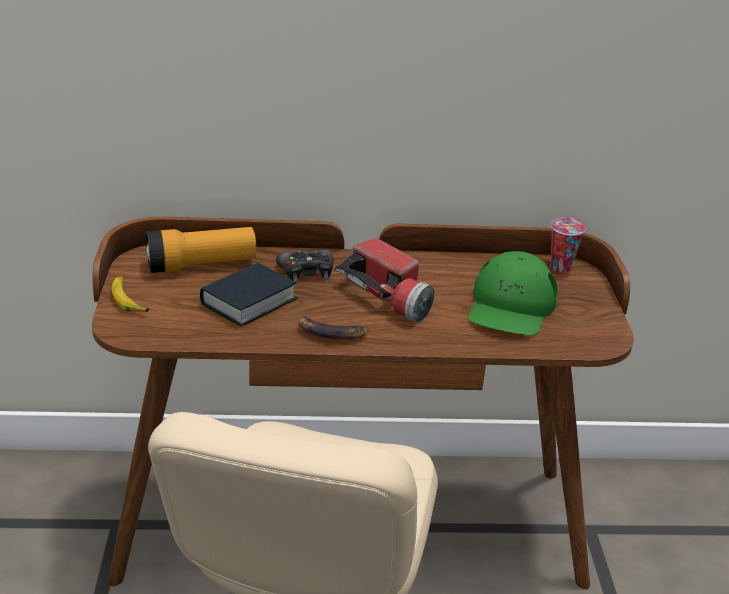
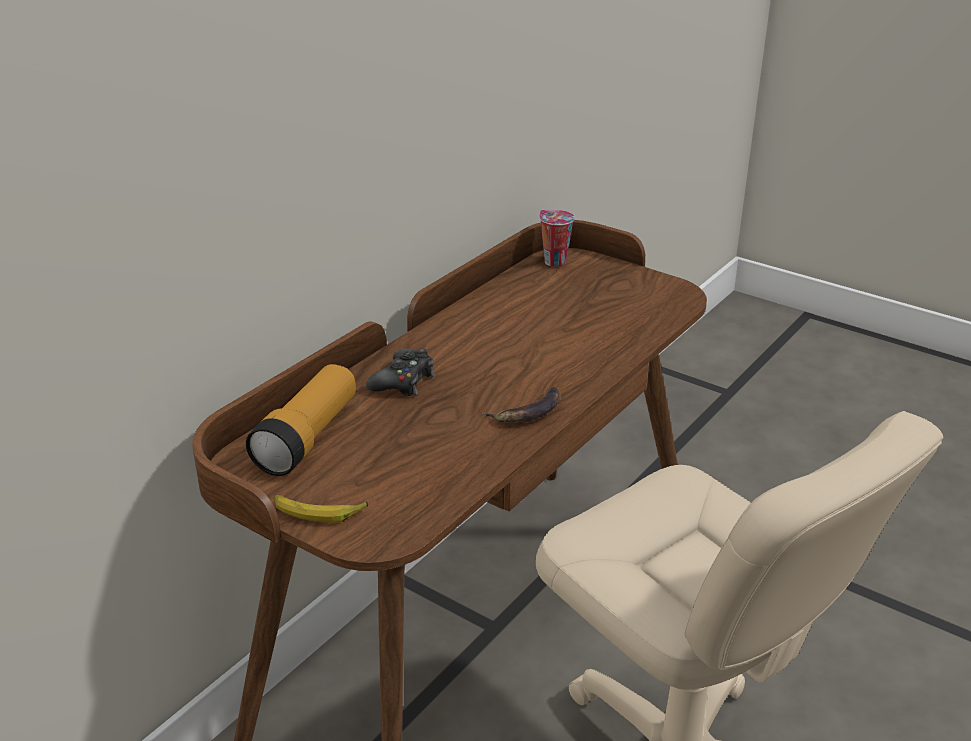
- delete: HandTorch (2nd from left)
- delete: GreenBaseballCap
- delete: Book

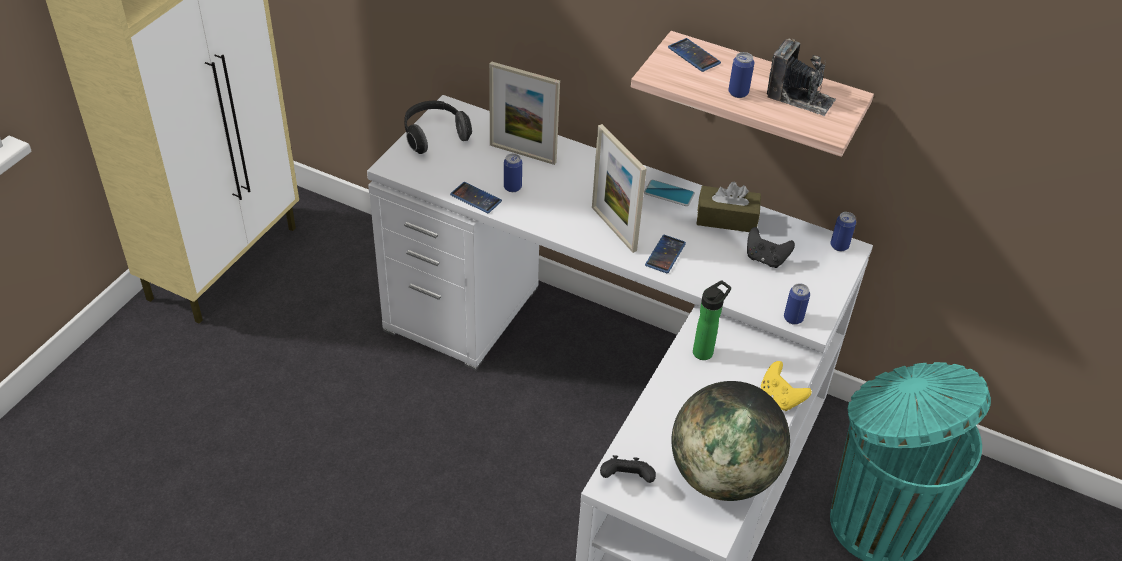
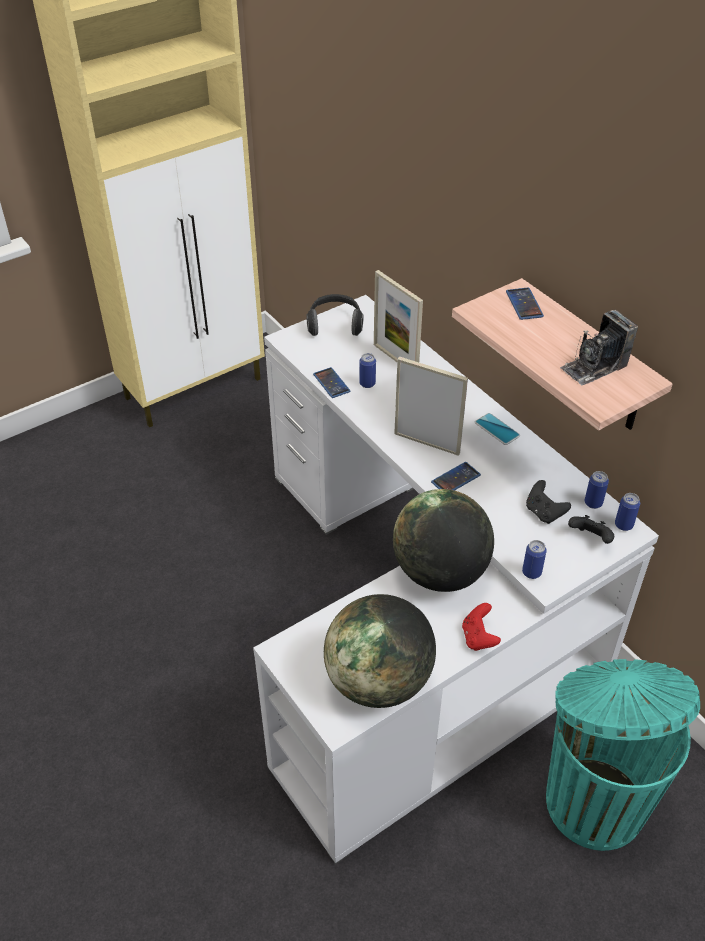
- rotate: PhotoCamera 90 degrees clockwise
- move: Can (2nd from left in the first image) to Can (3rd from left)
- rotate: StandingFrame (2nd from left) 120 degrees clockwise
- delete: BrownColouredTissueBox
- replace: BeverageBottle to DeskGlobe (2nd from left)
- recolor: YellowishJoypad to RedJoypad
- move: BlackishJoypad (1st from left in the first image) to BlackishJoypad (2nd from left)

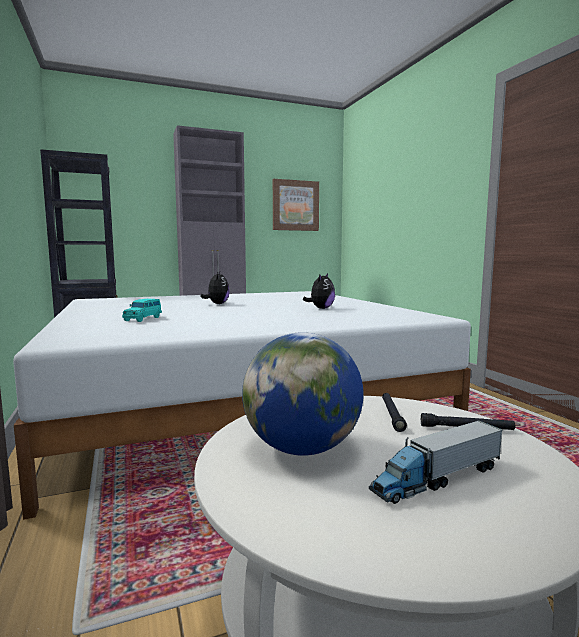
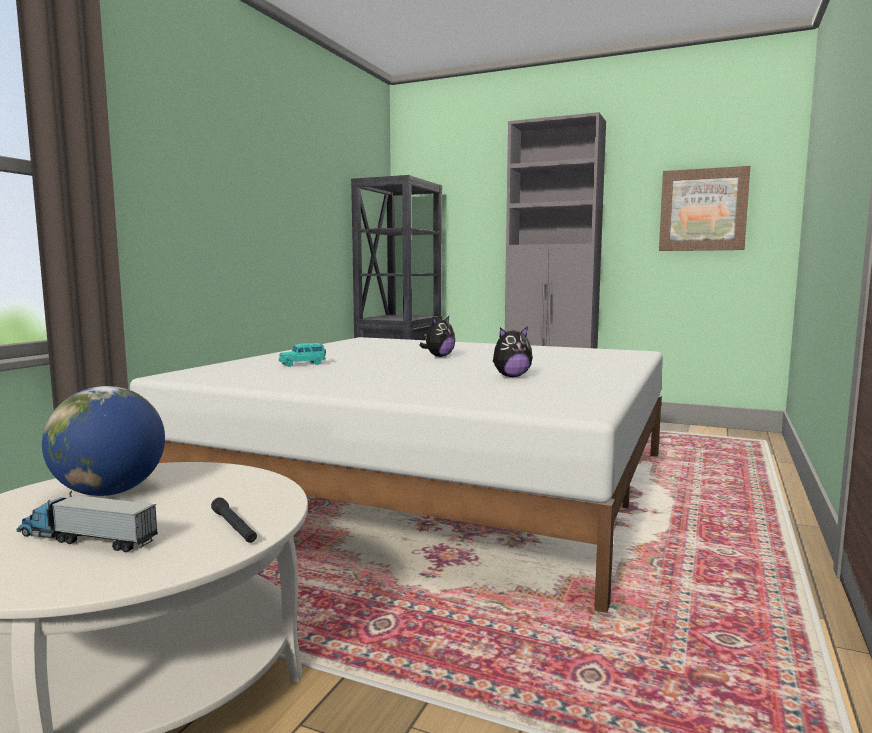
- delete: BlackishHandTorch (1st from left)

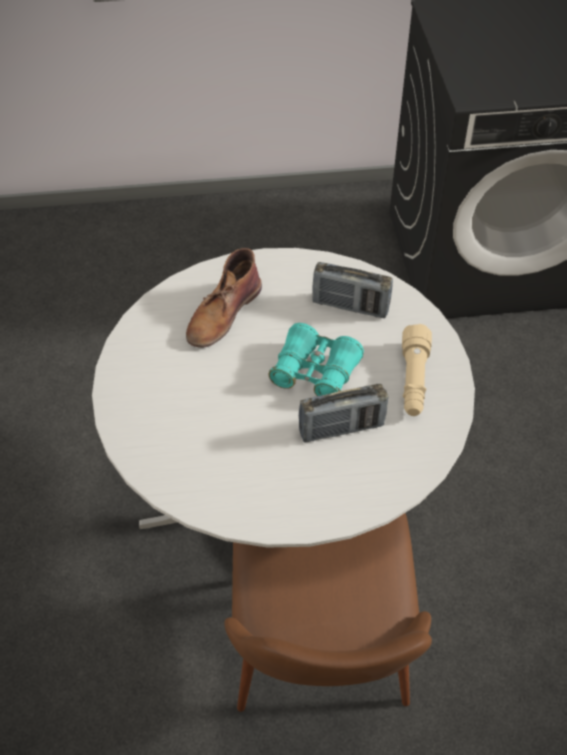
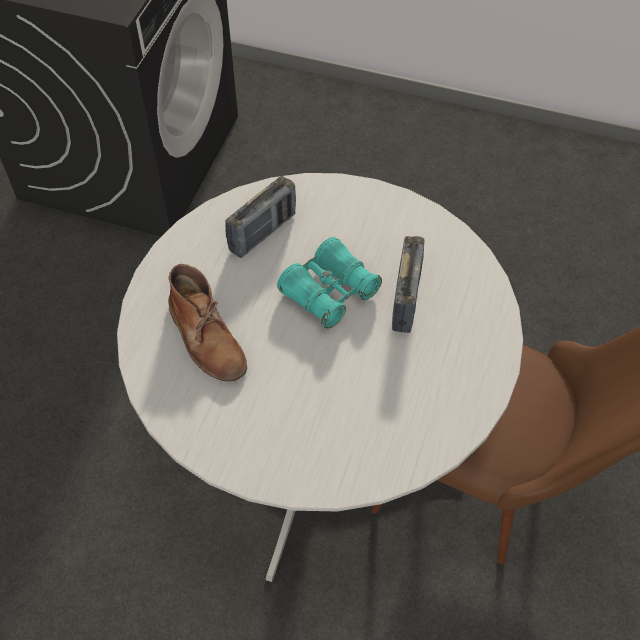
- delete: BeigeHandTorch

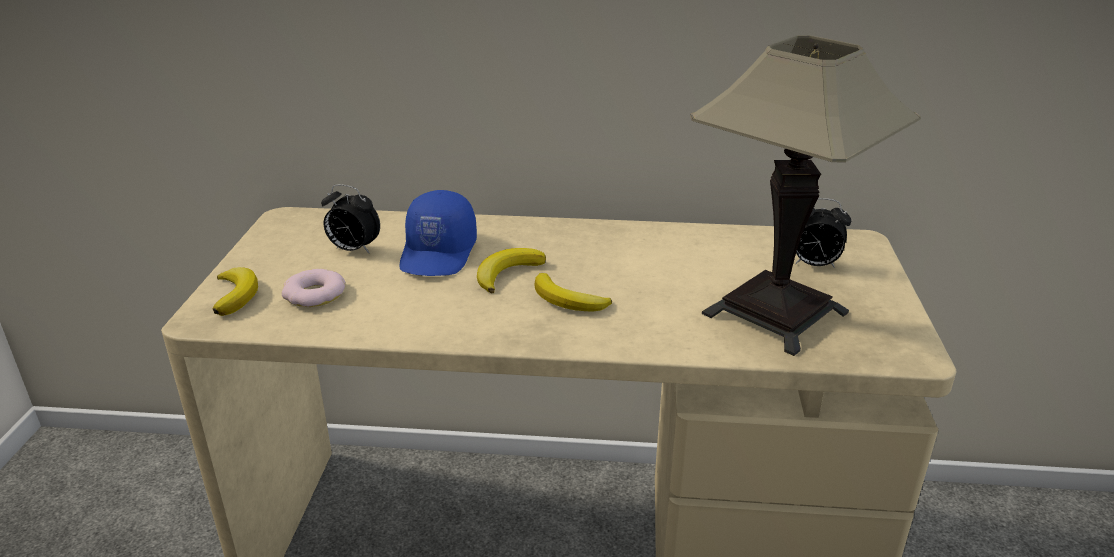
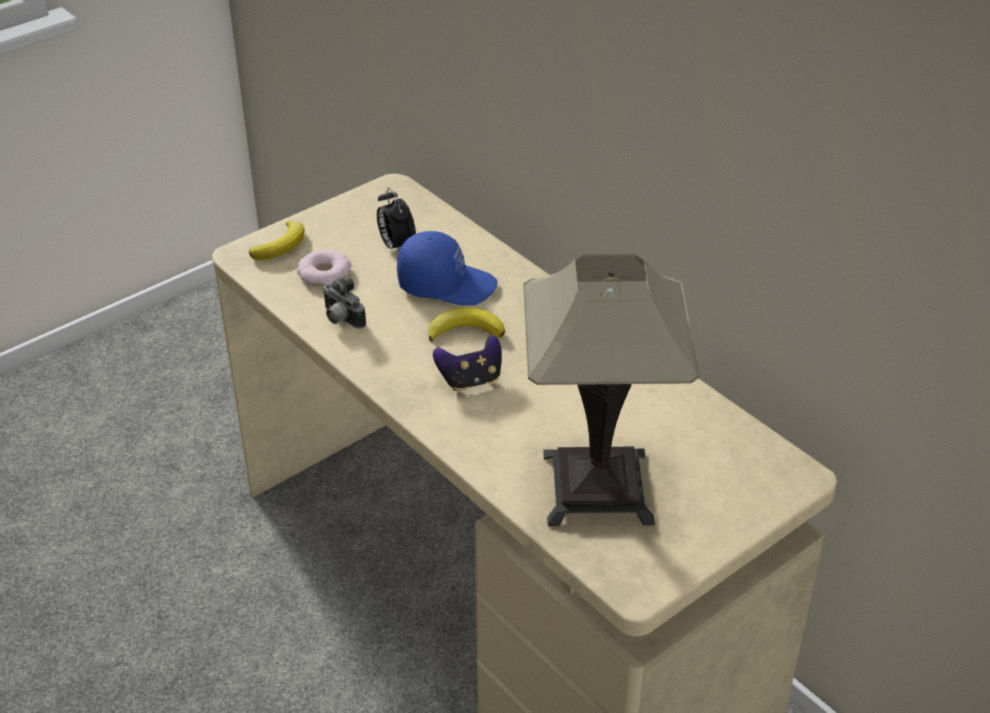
- rotate: BluishBaseballCap 135 degrees counterclockwise
- delete: TableClock (2nd from left)
- replace: WholeBanana (3rd from left) to Joypad
- insert: PhotoCamera

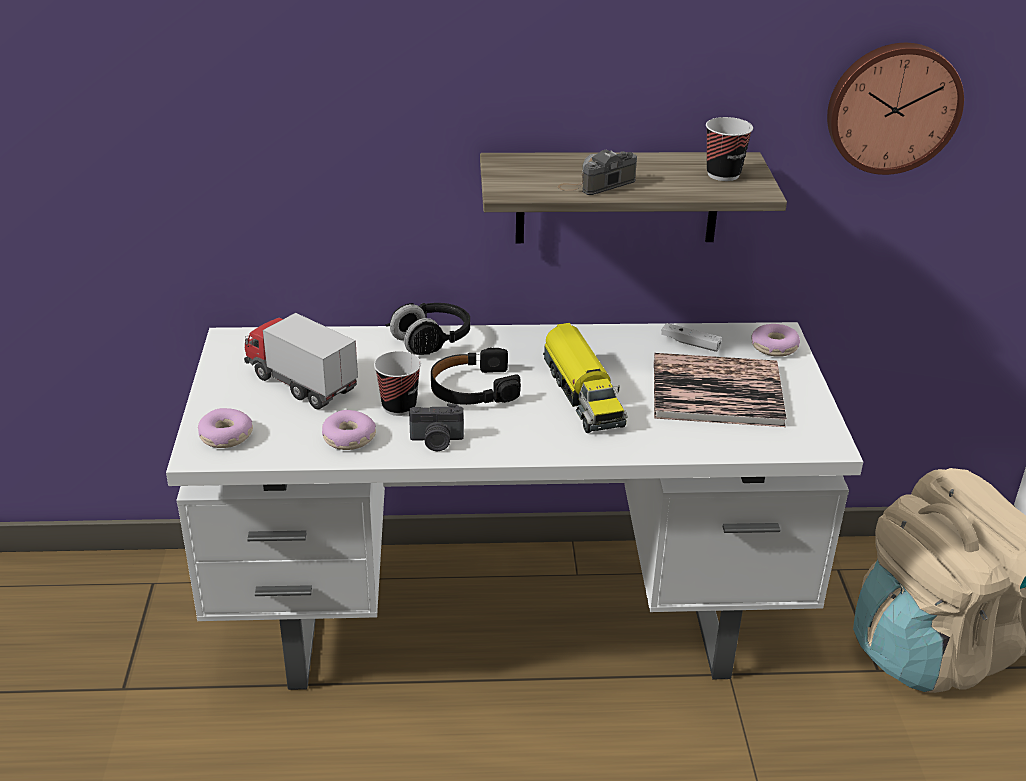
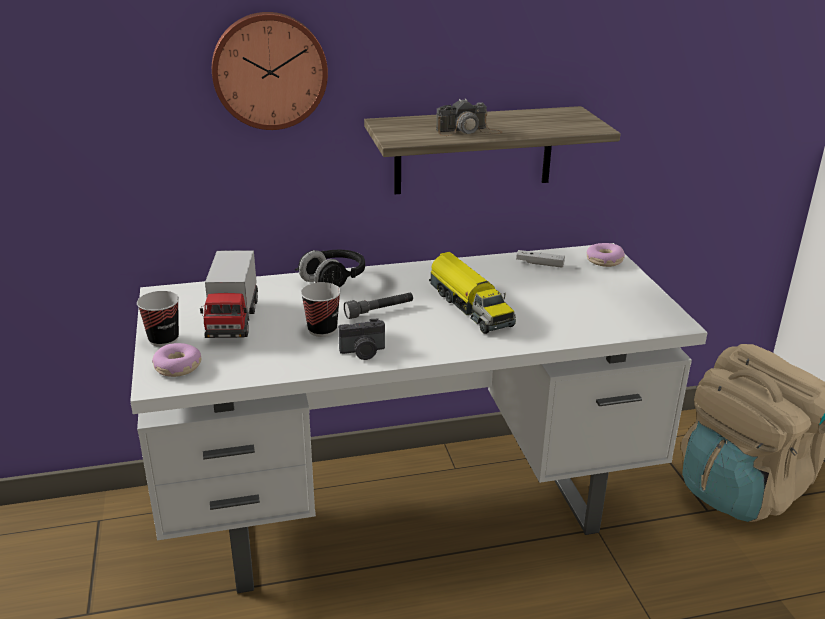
- move: ClockOnTheWall
- move: Cup (2nd from left in the first image) to Cup (1st from left)
- rotate: PhotoCamera (2nd from left) 150 degrees counterclockwise
- rotate: ToyLorry (1st from left) 120 degrees counterclockwise
- replace: BlackishHeadset (2nd from left) to GreyHandTorch
- delete: Book
- delete: RingDoughnut (2nd from left)

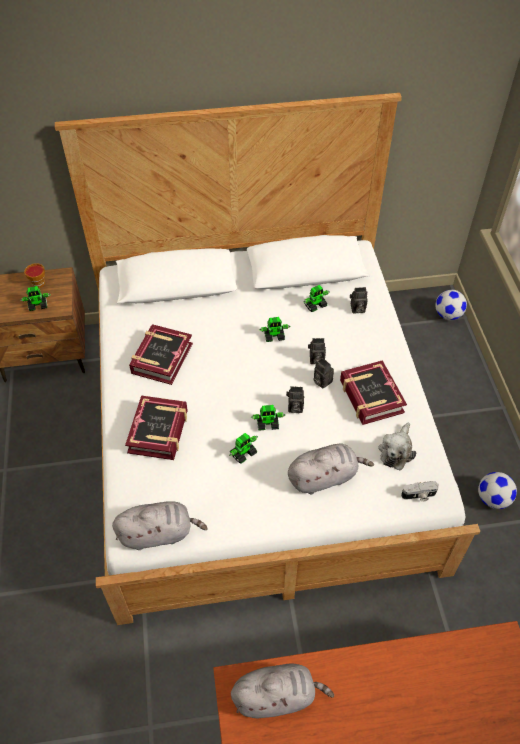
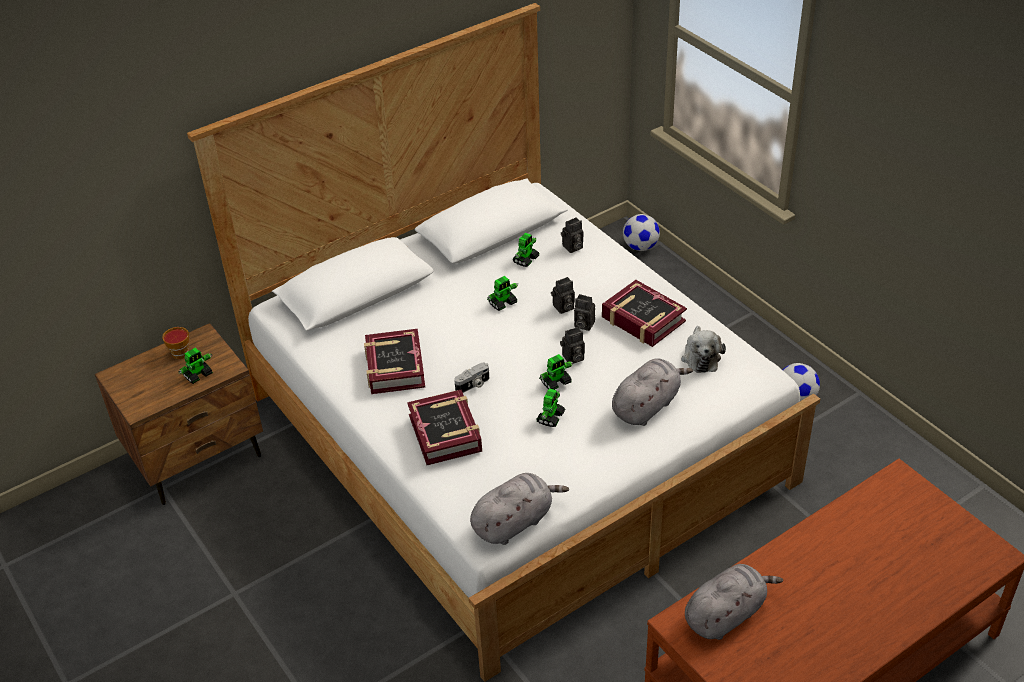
- move: PhotoCamera (5th from left in the first image) to PhotoCamera (1st from left)

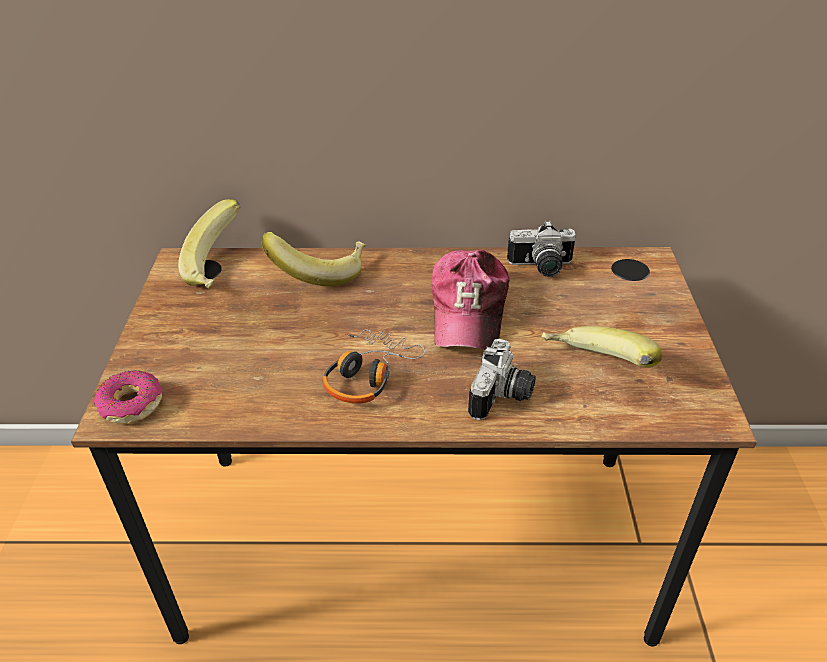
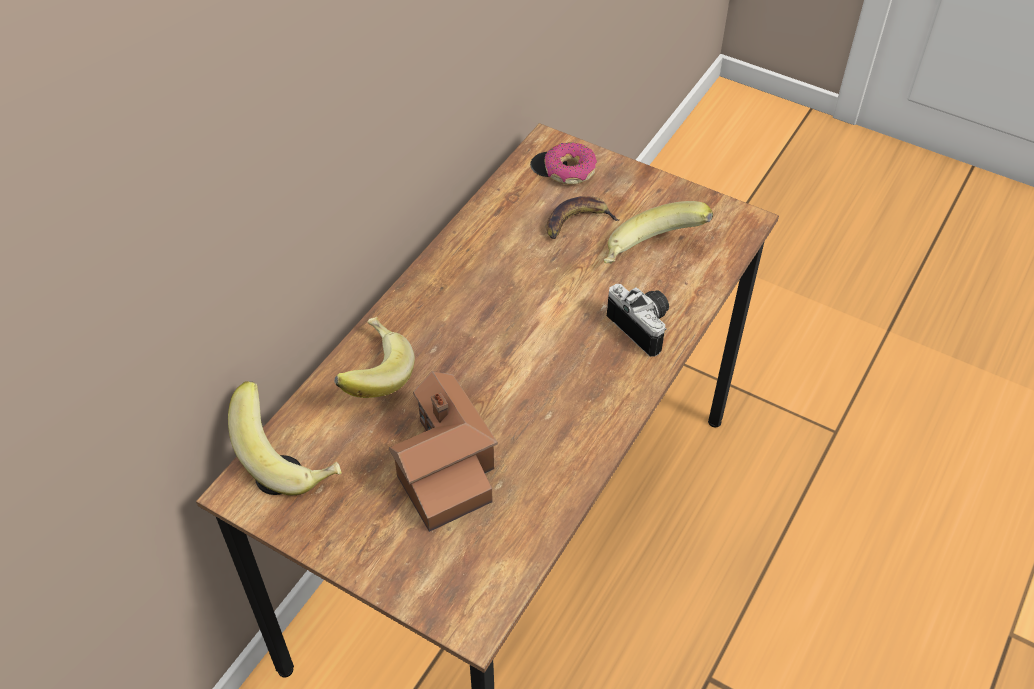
- delete: PhotoCamera (2nd from left)
- delete: BaseballCap
- delete: Headset
- move: RingDoughnut
- insert: WholeBanana (3rd from left)
- insert: ModelHouse

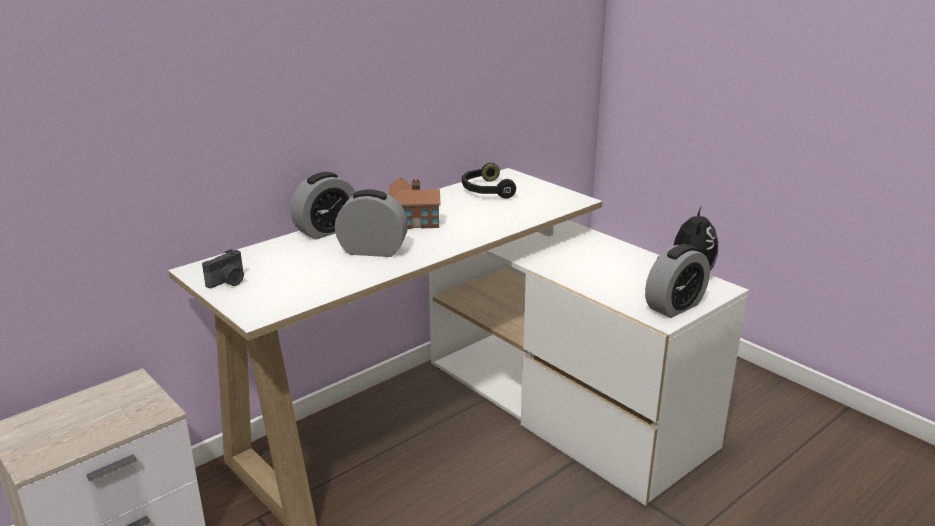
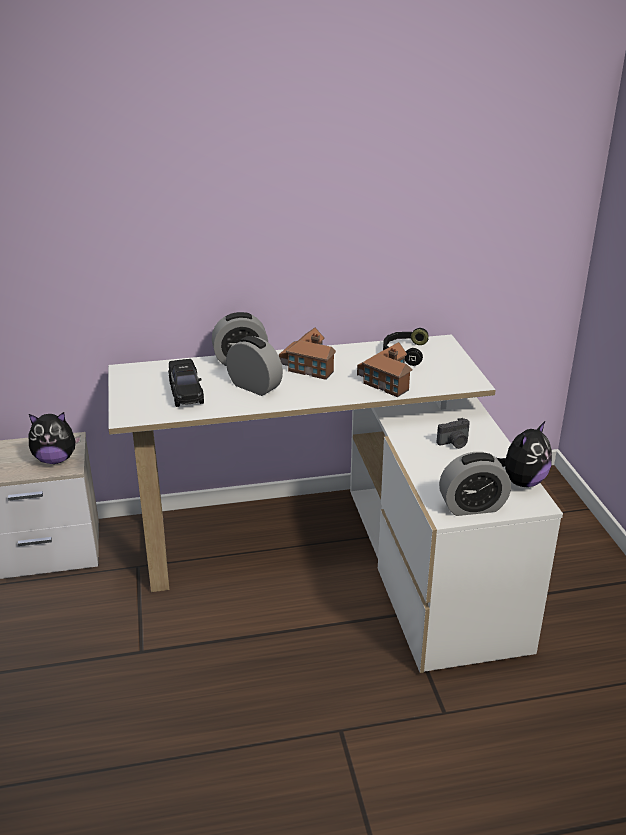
- move: PhotoCamera
- insert: ModelHouse (2nd from left)
- insert: BlackishToyCar
- insert: PlushToy (1st from left)

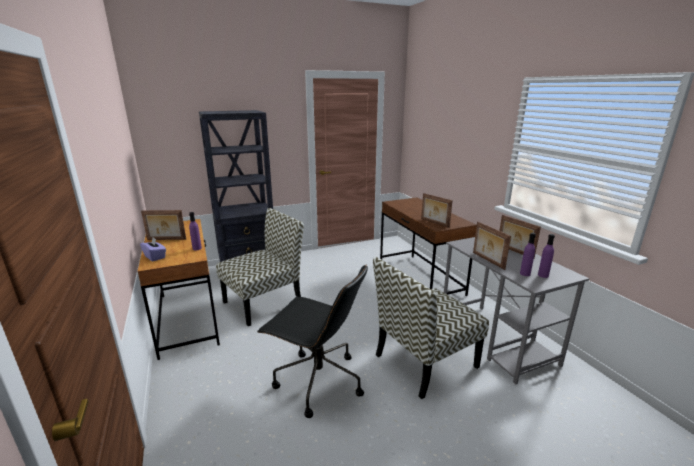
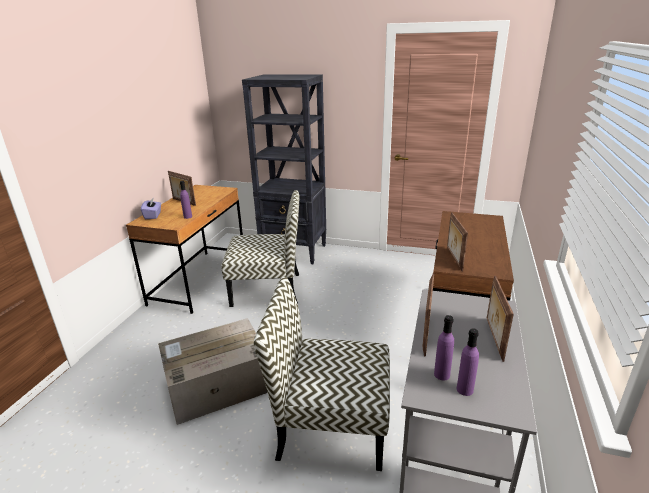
- replace: BlackishOfficeChair to PackingBox

